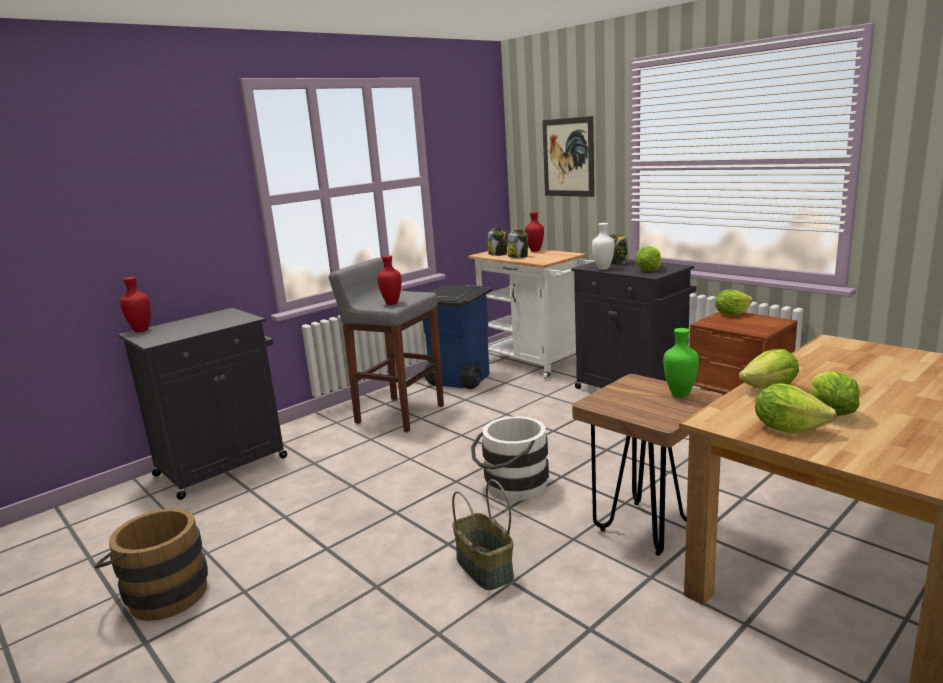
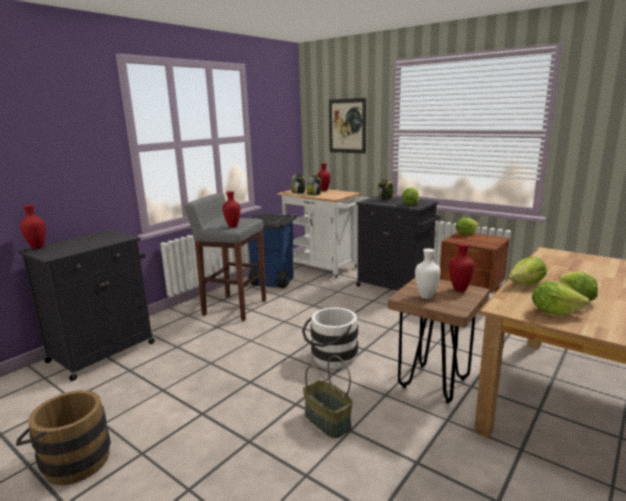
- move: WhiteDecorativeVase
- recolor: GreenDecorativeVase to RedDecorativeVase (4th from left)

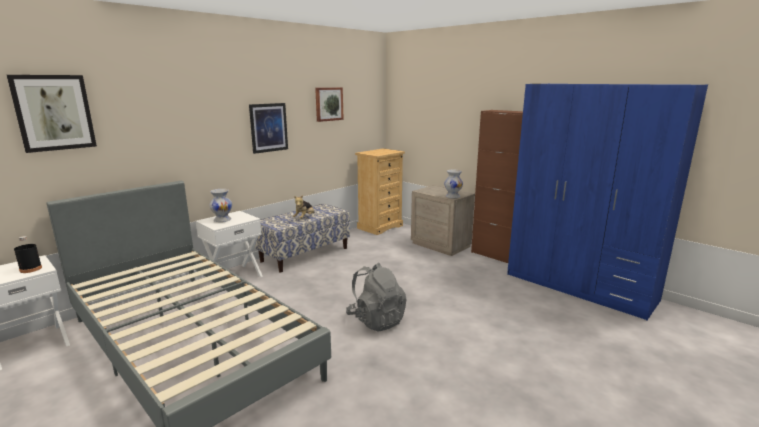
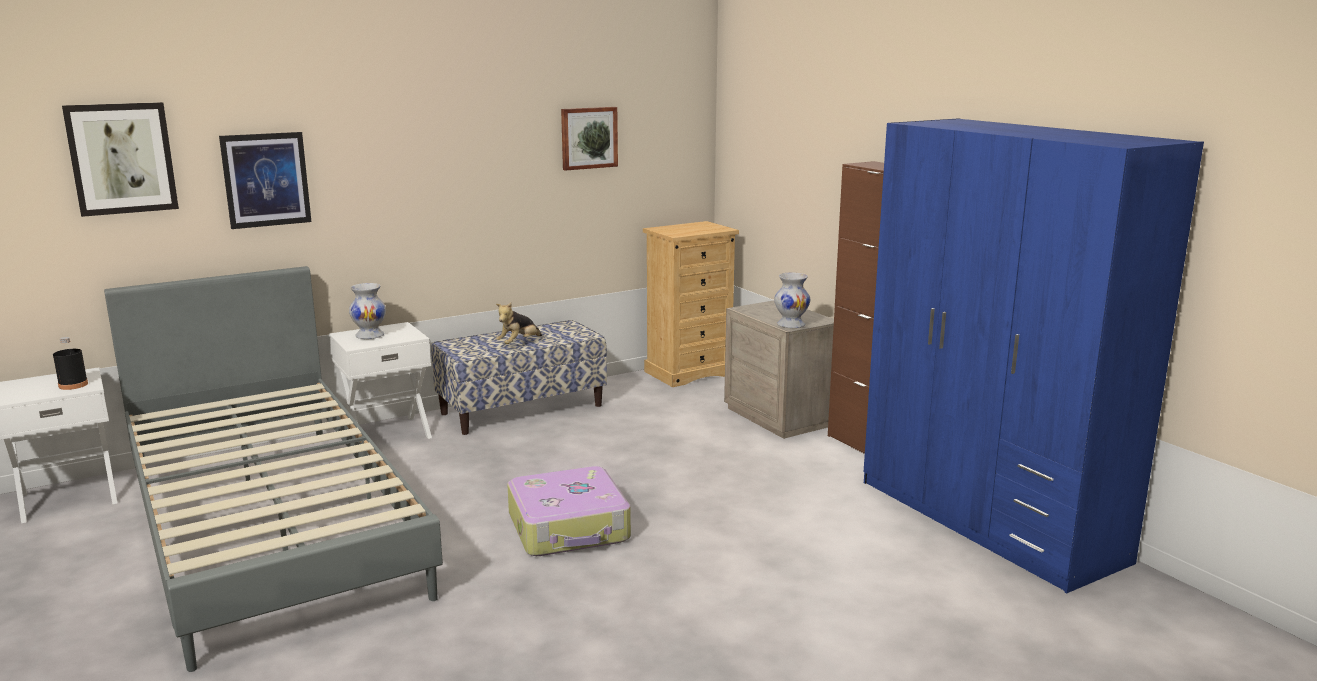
- move: WallArt (2nd from left)
- replace: GreyBackpack to PieceOfLuggage

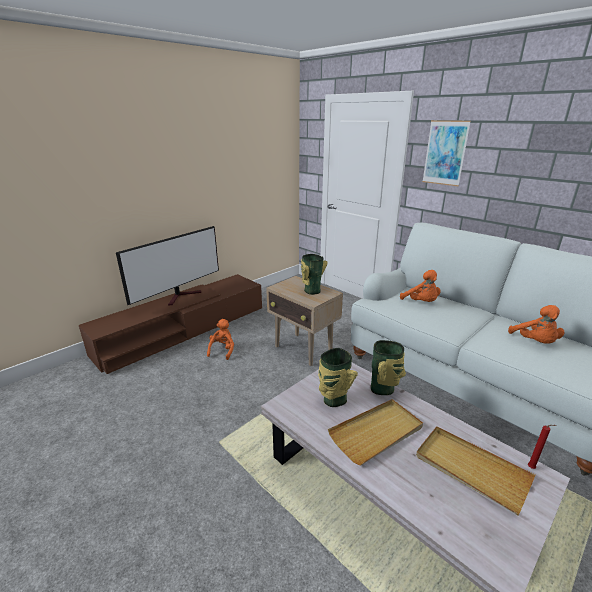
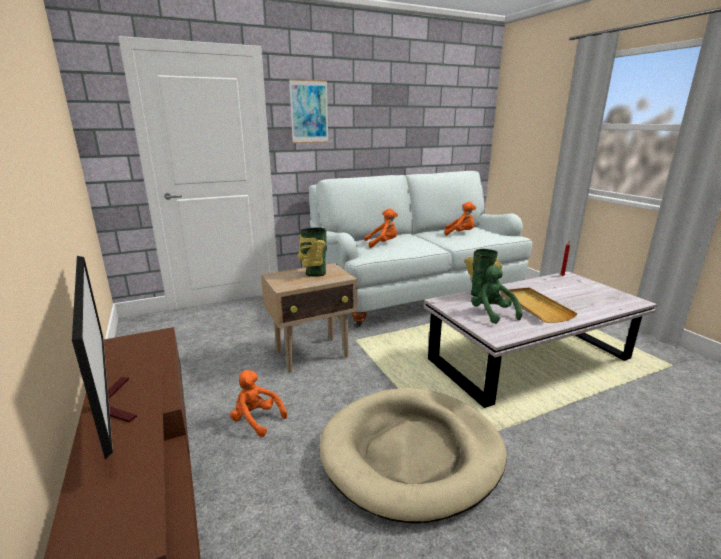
- replace: DecorativeVase (2nd from left) to GreenPlushToy
- delete: BeigeCarryingTray (2nd from left)
- insert: BeigeDogCushion

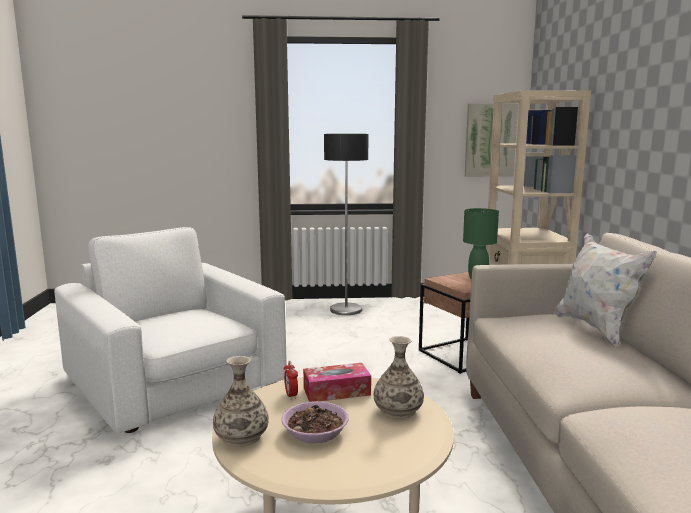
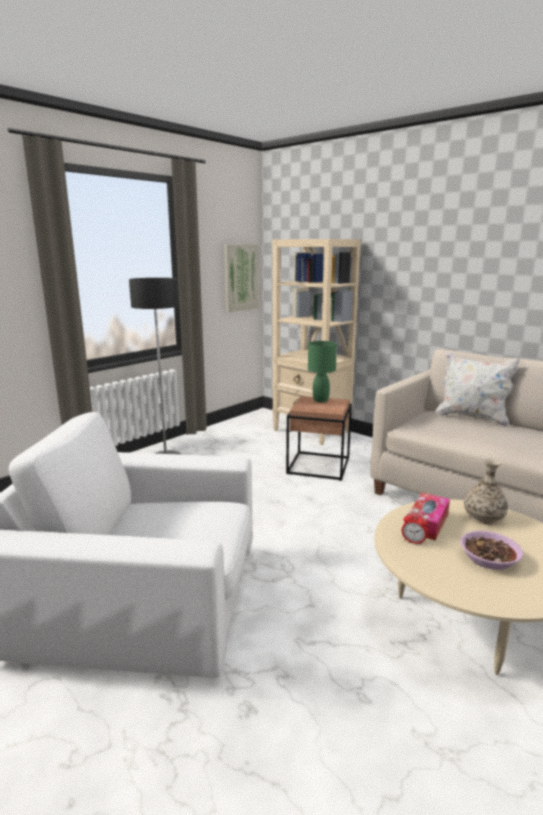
- delete: DecorativeVase (1st from left)

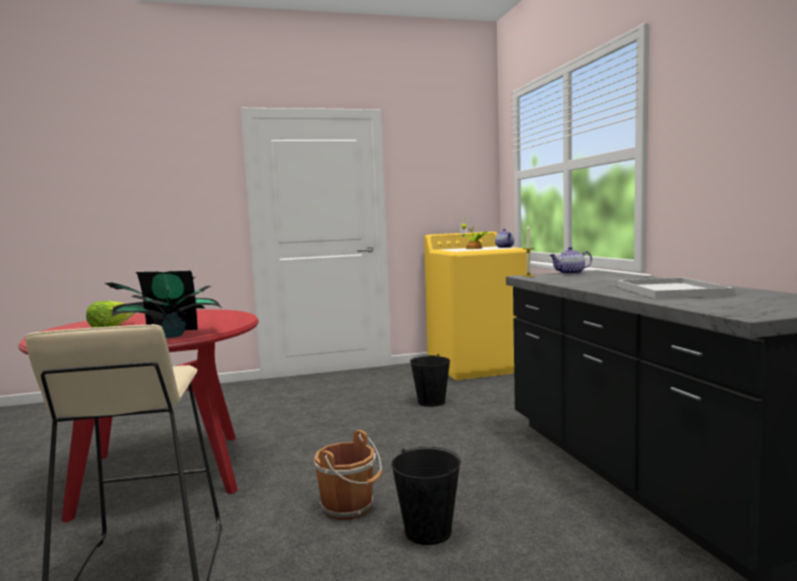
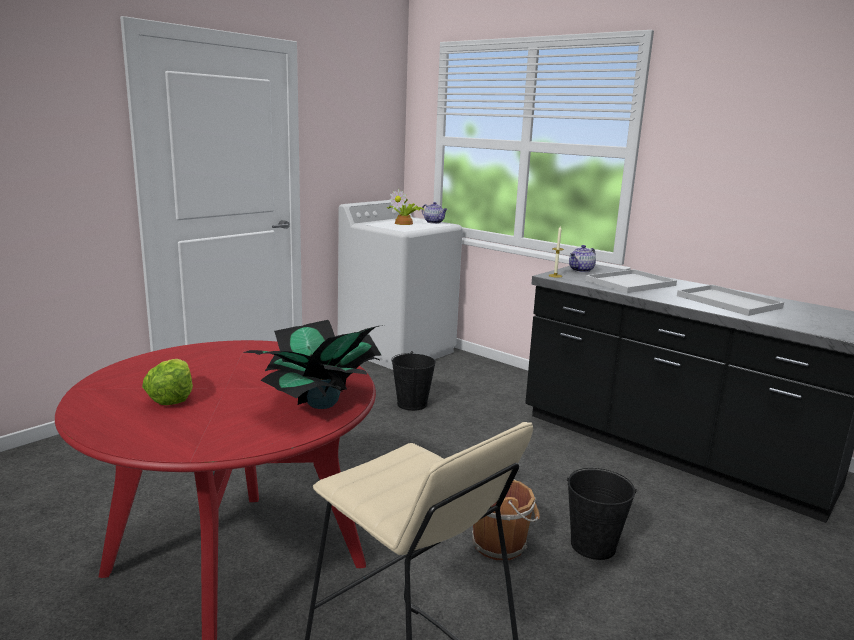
- recolor: YellowishWashingMachine to WhiteWashingMachine
- insert: WhiteCarryingTray (1st from left)

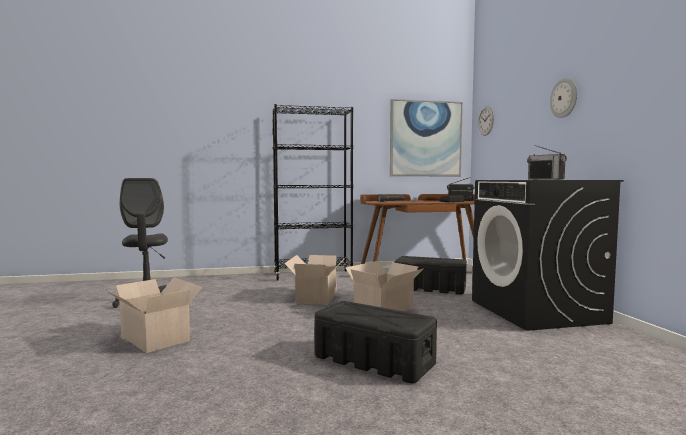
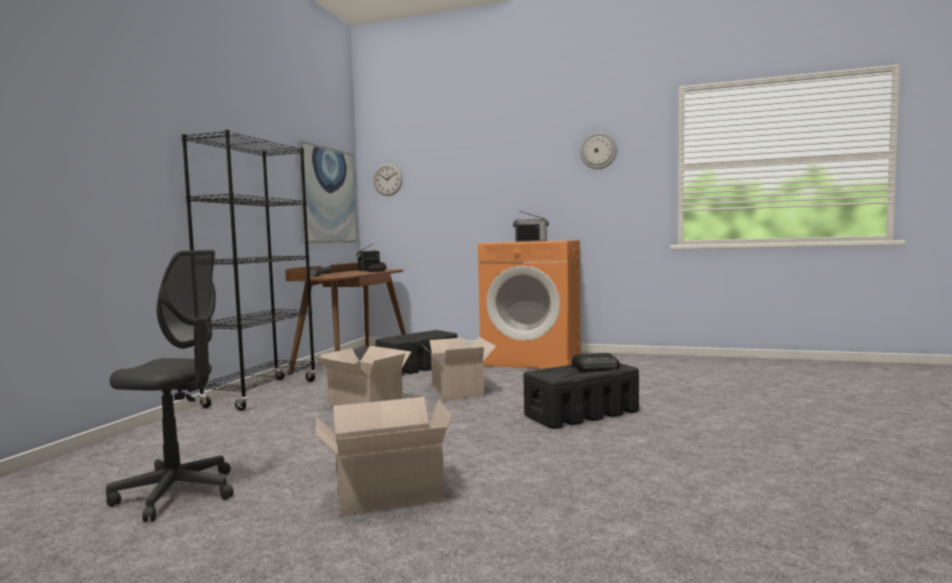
- move: ClockOnTheWall (2nd from left)
- recolor: BlackishWashingMachine to OrangeyWashingMachine
- insert: RadioSet (4th from left)

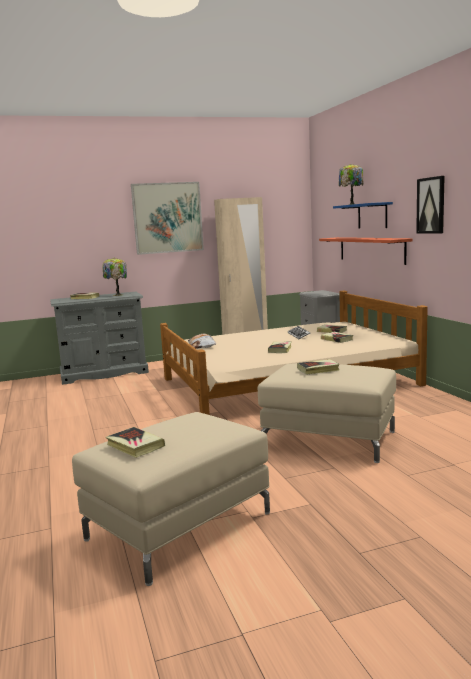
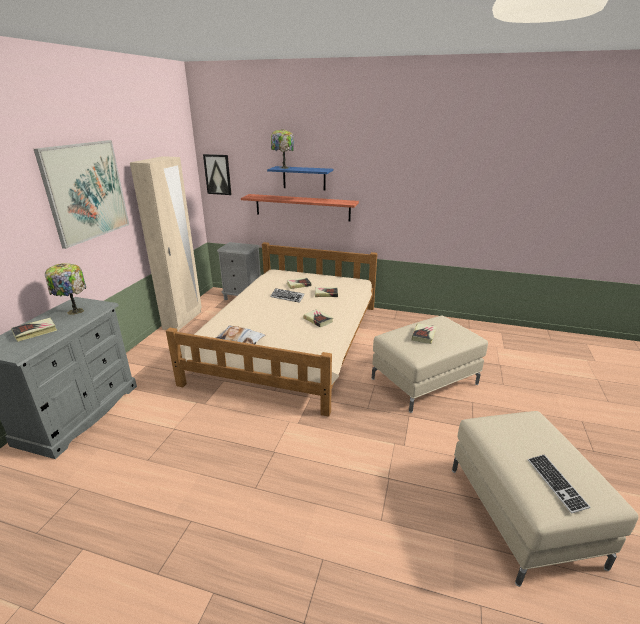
- move: WallArt (2nd from left)
- replace: Book (2nd from left) to PcKeyboard (2nd from left)

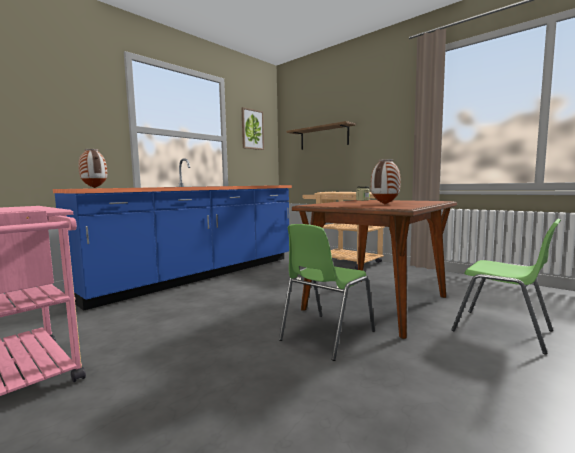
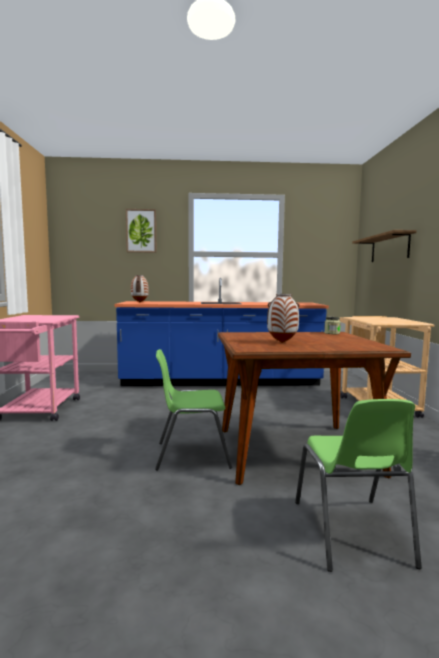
- move: WallArt

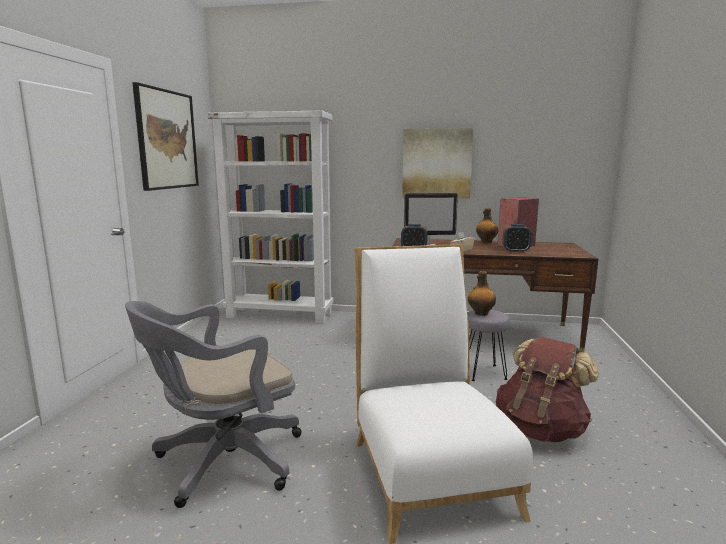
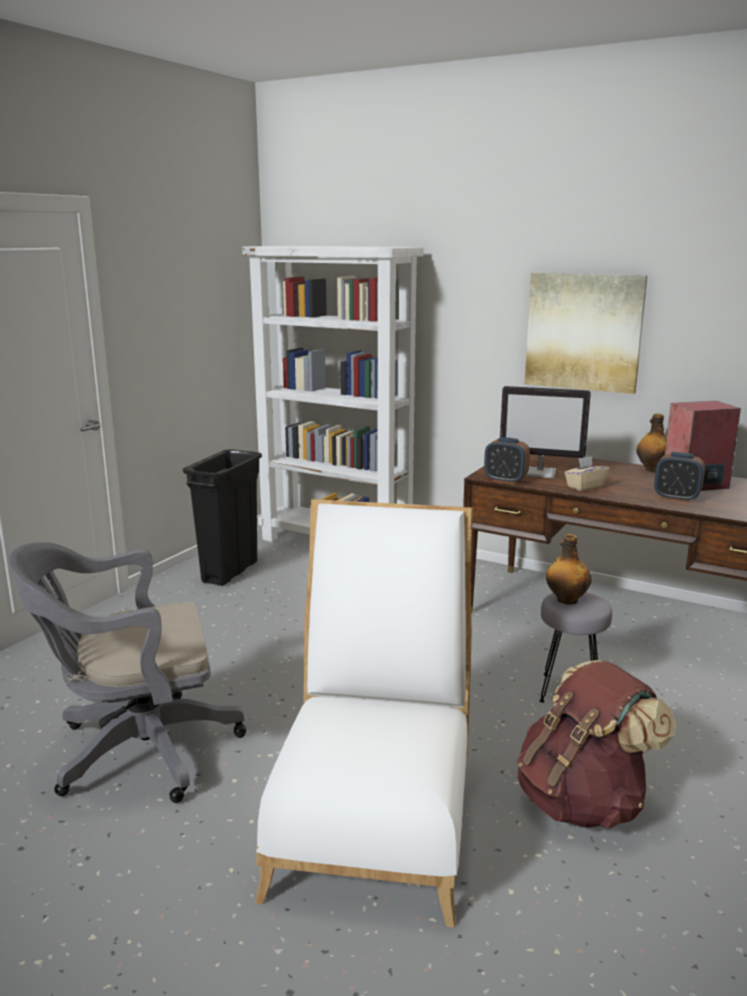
- delete: WallArt (1st from left)
- insert: BlackishTrashCan

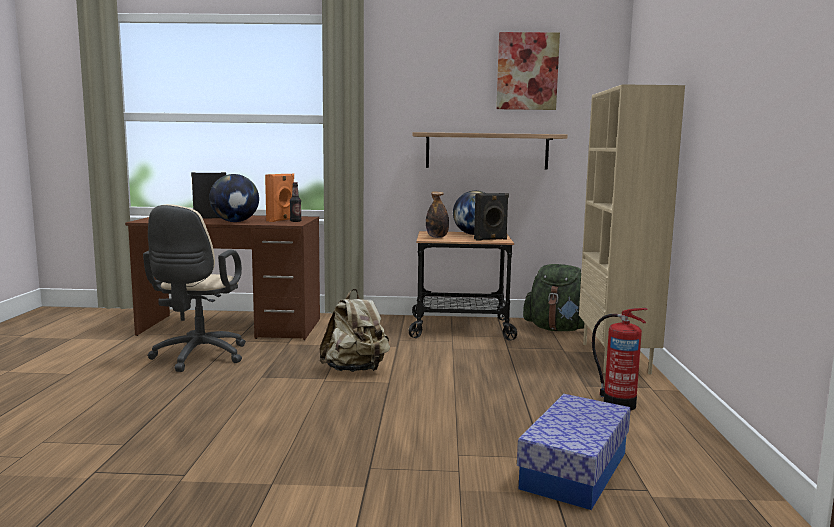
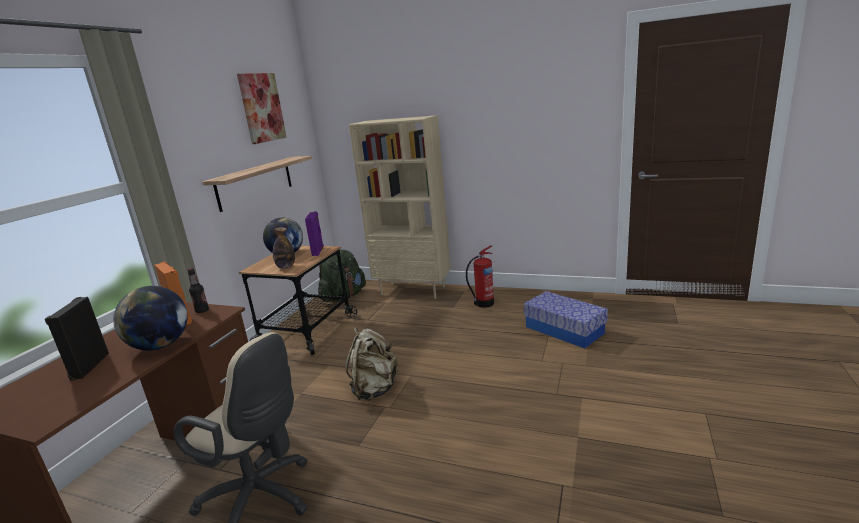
- recolor: BlackishLoudspeaker (2nd from left) to PurpleColouredLoudspeaker

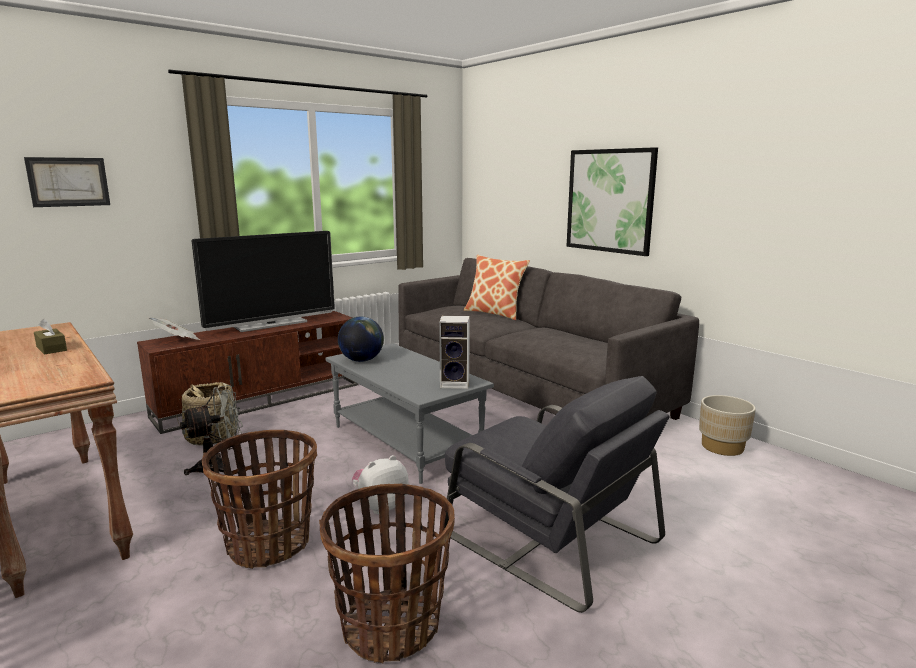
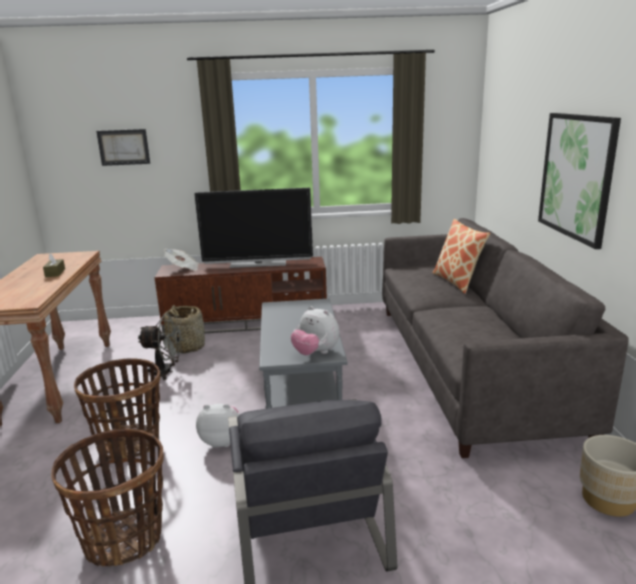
- replace: Loudspeaker to PlushToy (2nd from left)
- delete: DeskGlobe

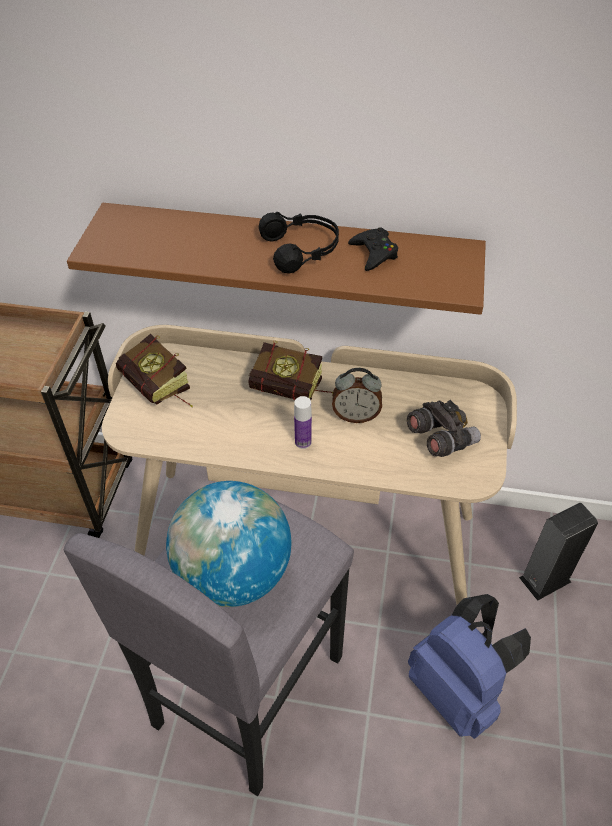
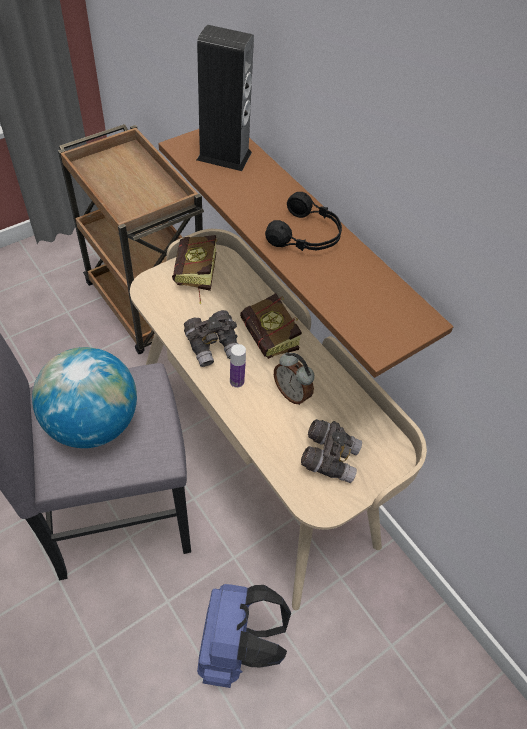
- delete: BlackishJoypad
- move: Loudspeaker
- insert: GreyPairOfBinoculars (1st from left)

